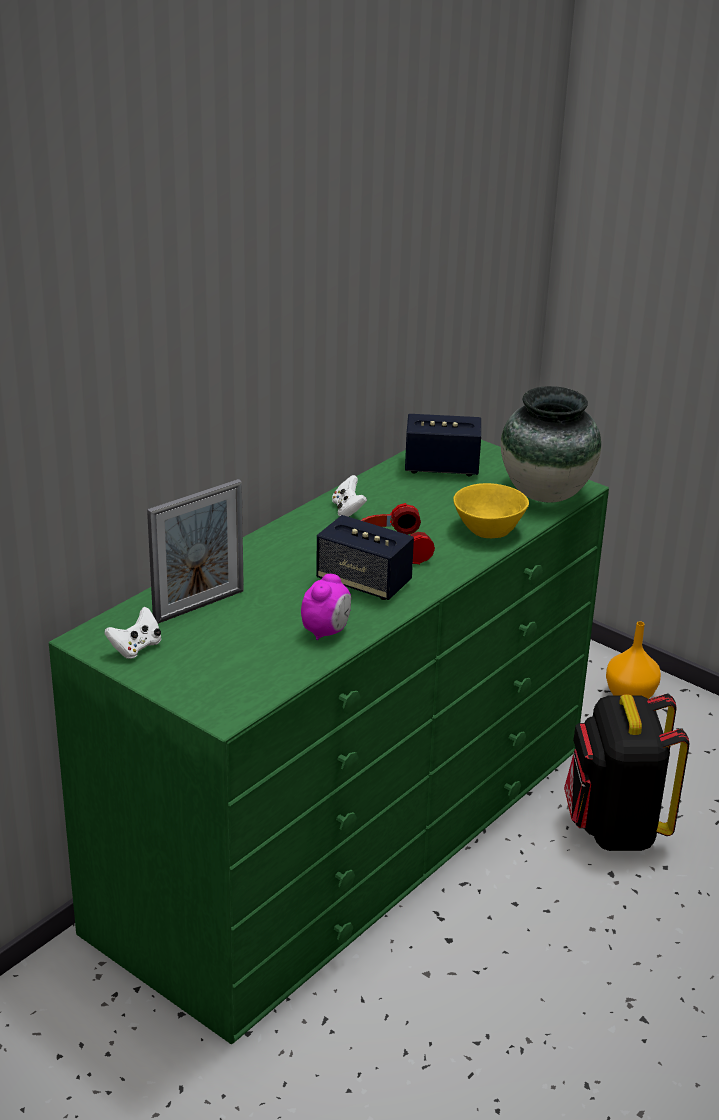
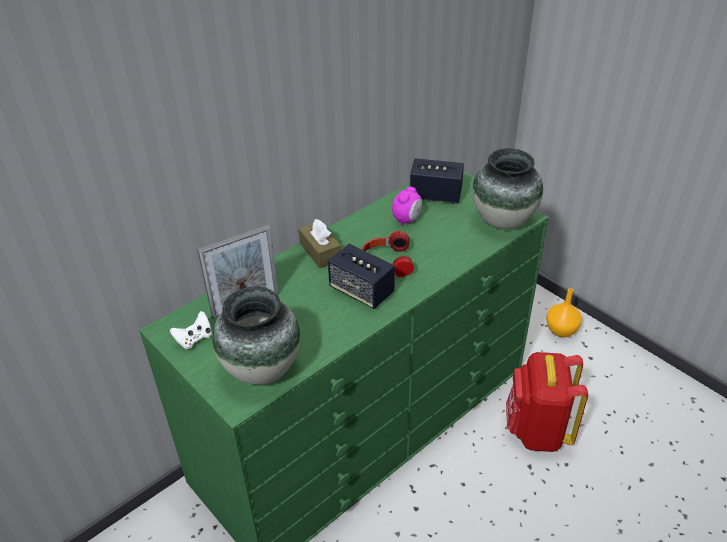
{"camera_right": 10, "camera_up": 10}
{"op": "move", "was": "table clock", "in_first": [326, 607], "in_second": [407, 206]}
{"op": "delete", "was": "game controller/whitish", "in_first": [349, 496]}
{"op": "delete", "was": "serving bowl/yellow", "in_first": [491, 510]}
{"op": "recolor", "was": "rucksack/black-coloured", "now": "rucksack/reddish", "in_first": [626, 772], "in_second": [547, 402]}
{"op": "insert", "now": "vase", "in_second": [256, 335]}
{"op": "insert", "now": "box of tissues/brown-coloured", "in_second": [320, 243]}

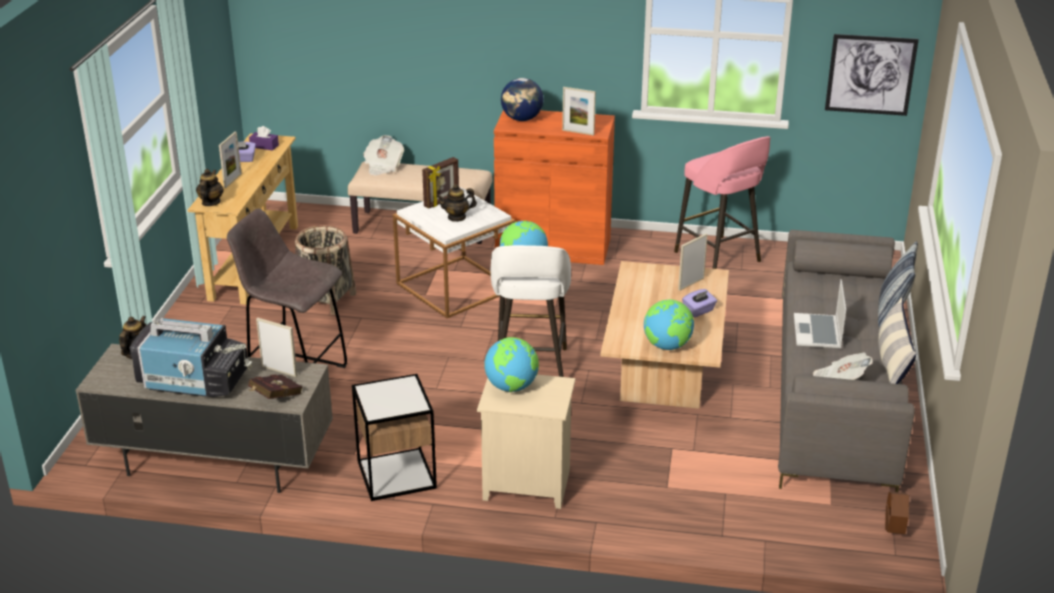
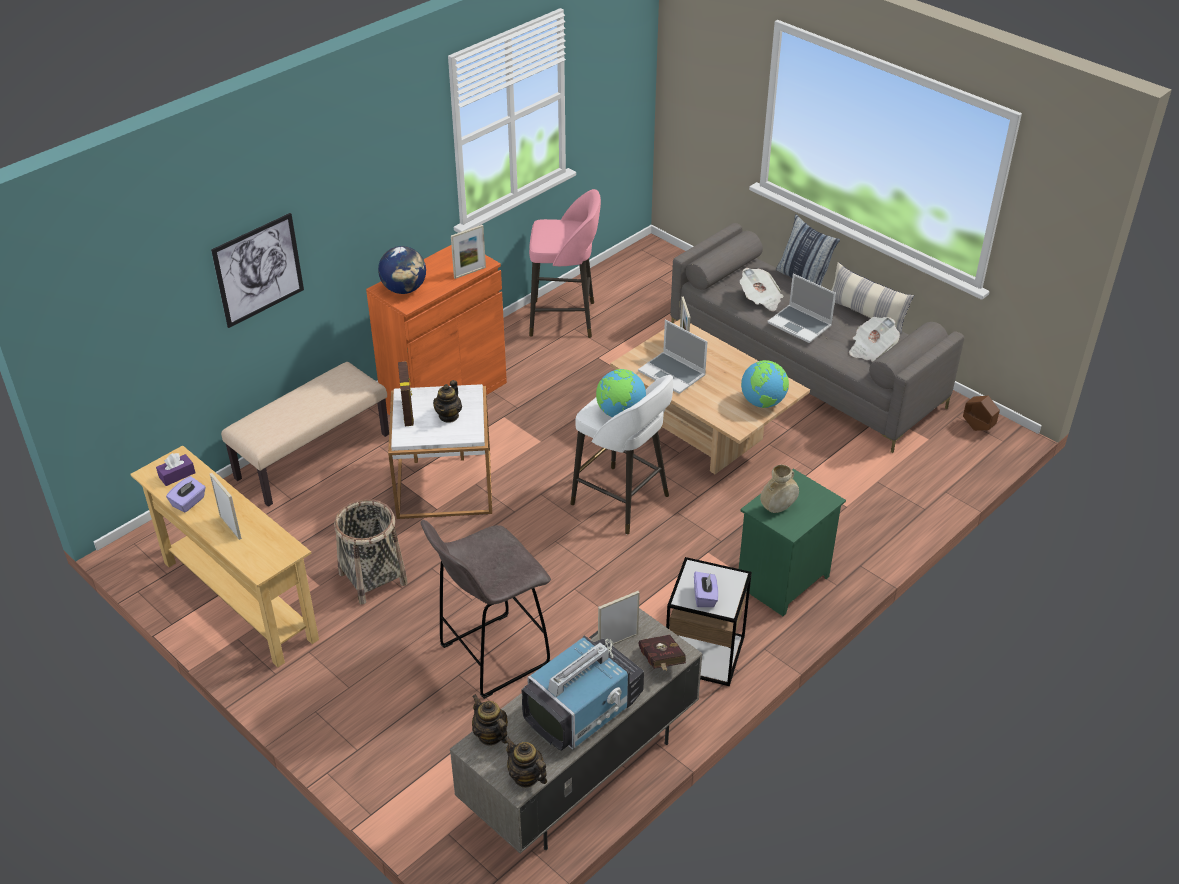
{"camera_right": -55, "camera_up": 10}
{"op": "move", "was": "tea pot", "in_first": [210, 187], "in_second": [526, 762]}
{"op": "move", "was": "newspaper", "in_first": [383, 155], "in_second": [761, 289]}
{"op": "recolor", "was": "bedside table/beige-coloured", "now": "bedside table/green-coloured", "in_first": [526, 442], "in_second": [792, 542]}
{"op": "replace", "was": "globe", "now": "vase/beige-coloured", "in_first": [511, 364], "in_second": [779, 489]}
{"op": "move", "was": "box of tissues/purplish", "in_first": [699, 303], "in_second": [706, 589]}
{"op": "move", "was": "wall picture", "in_first": [872, 75], "in_second": [257, 270]}
{"op": "insert", "now": "notebook computer", "in_second": [673, 357]}

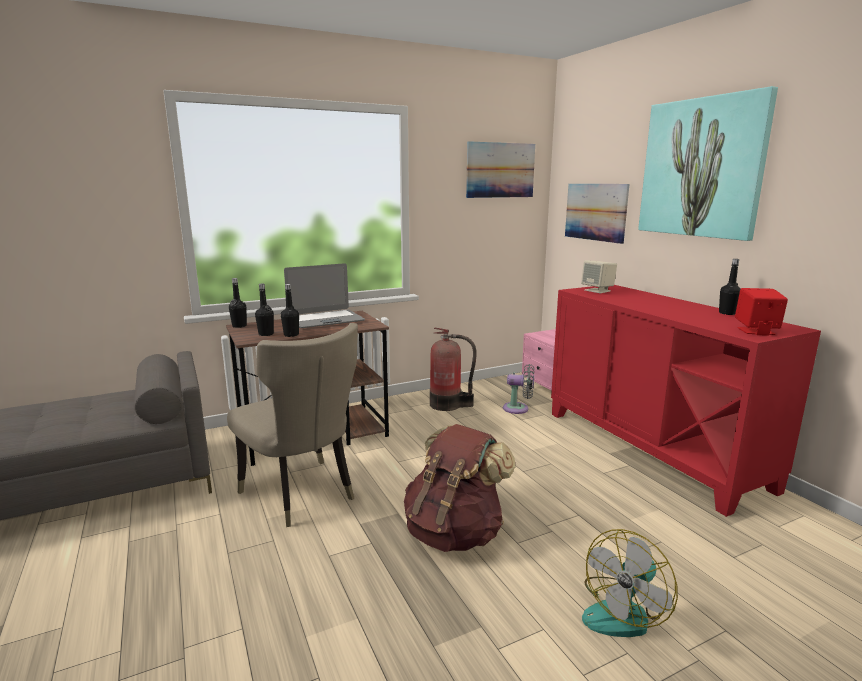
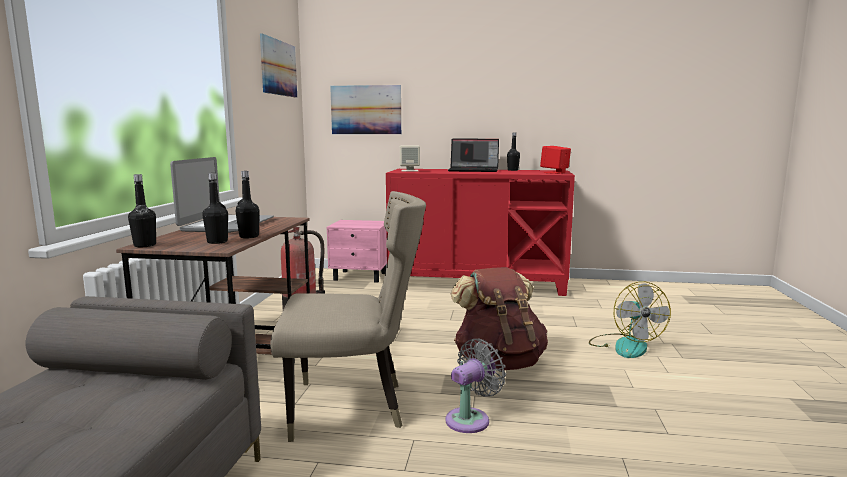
{"camera_right": -55, "camera_up": -5}
{"op": "move", "was": "fan/grey", "in_first": [518, 389], "in_second": [475, 385]}
{"op": "delete", "was": "wall picture", "in_first": [708, 163]}
{"op": "insert", "now": "notebook computer", "in_second": [473, 155]}

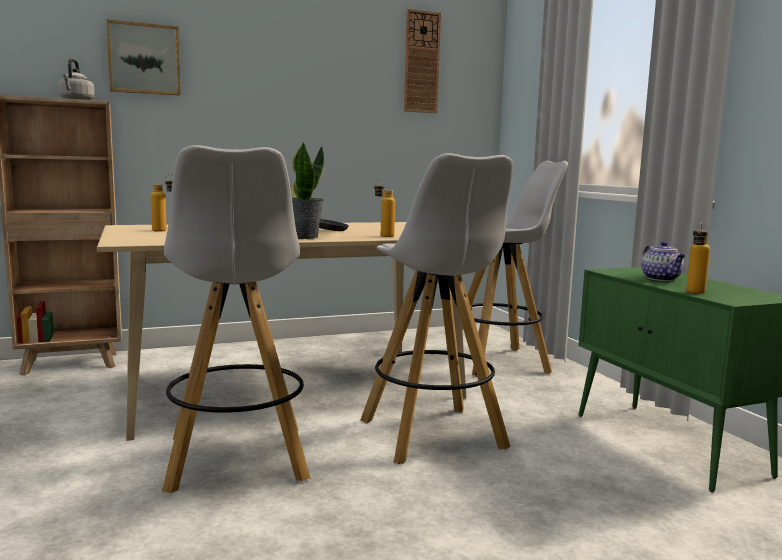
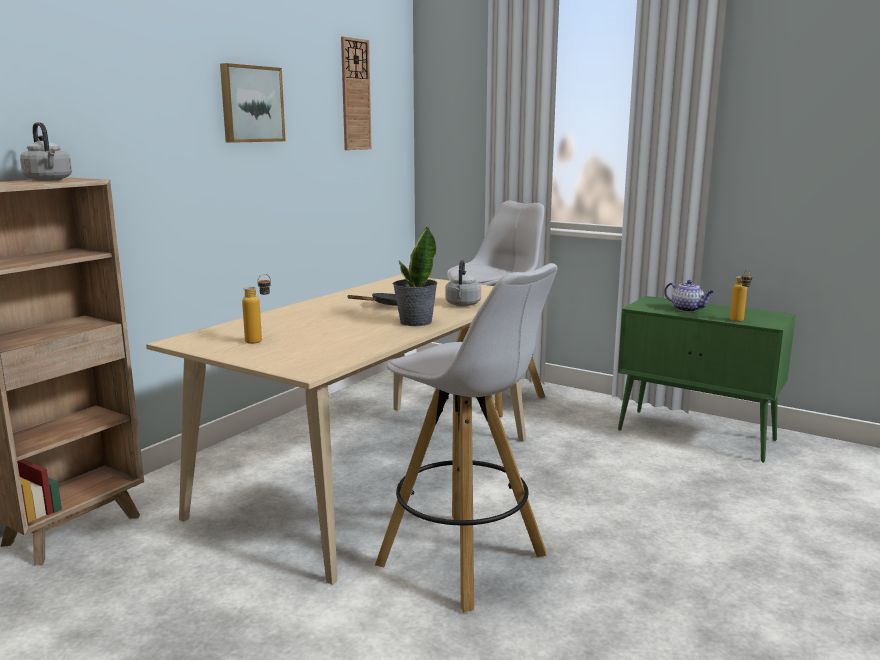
{"camera_right": -35, "camera_up": 5}
{"op": "move", "was": "wall picture", "in_first": [143, 58], "in_second": [253, 103]}
{"op": "delete", "was": "stool/whitish", "in_first": [437, 308]}
{"op": "replace", "was": "drink bottle", "now": "tea kettle/grey", "in_first": [384, 208], "in_second": [463, 283]}

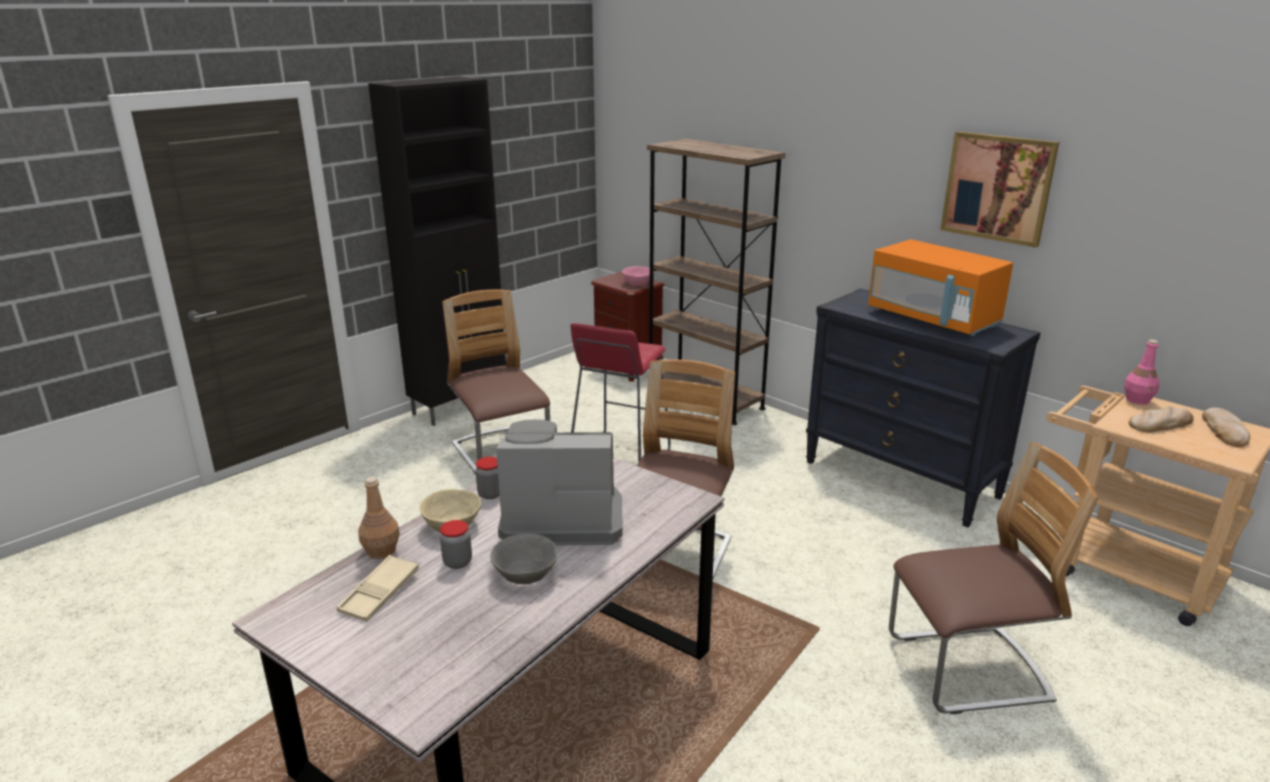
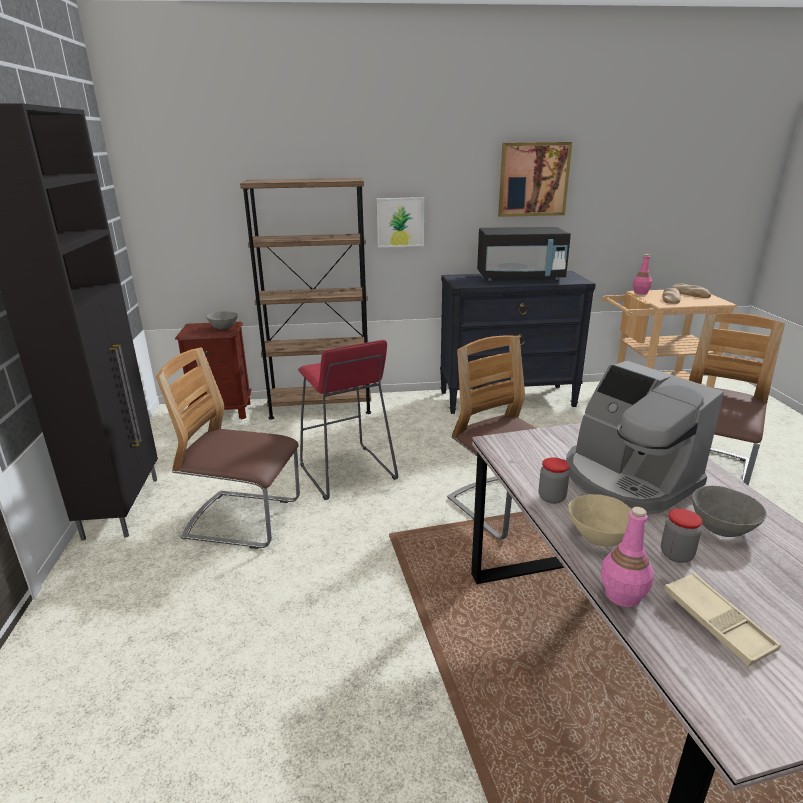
{"camera_right": -50, "camera_up": 0}
{"op": "recolor", "was": "drink bottle/brown-coloured", "now": "drink bottle/pink-coloured", "in_first": [379, 518], "in_second": [627, 557]}
{"op": "rotate", "was": "coffee maker", "in_first": [559, 482], "in_second": [645, 438], "clockwise": -75}
{"op": "recolor", "was": "serving bowl/pink-coloured", "now": "serving bowl/grey", "in_first": [638, 276], "in_second": [222, 320]}
{"op": "recolor", "was": "microwave/orangey", "now": "microwave/black-coloured", "in_first": [940, 287], "in_second": [524, 254]}
{"op": "insert", "now": "wall picture", "in_second": [400, 222]}

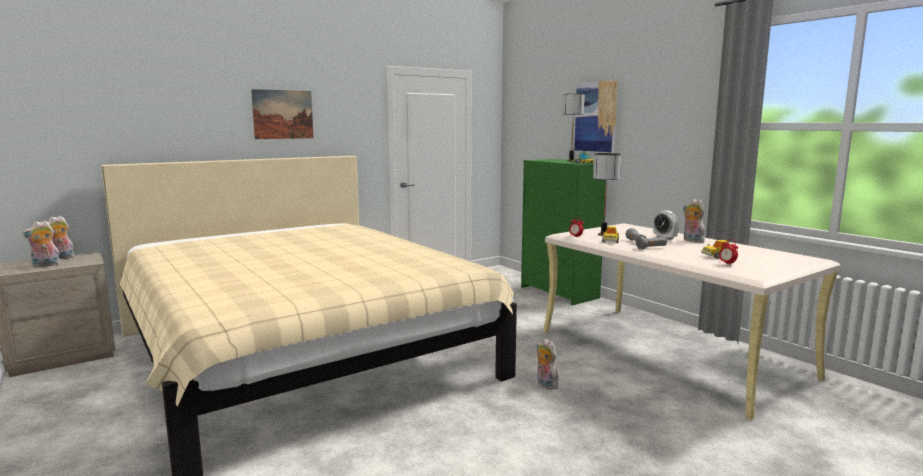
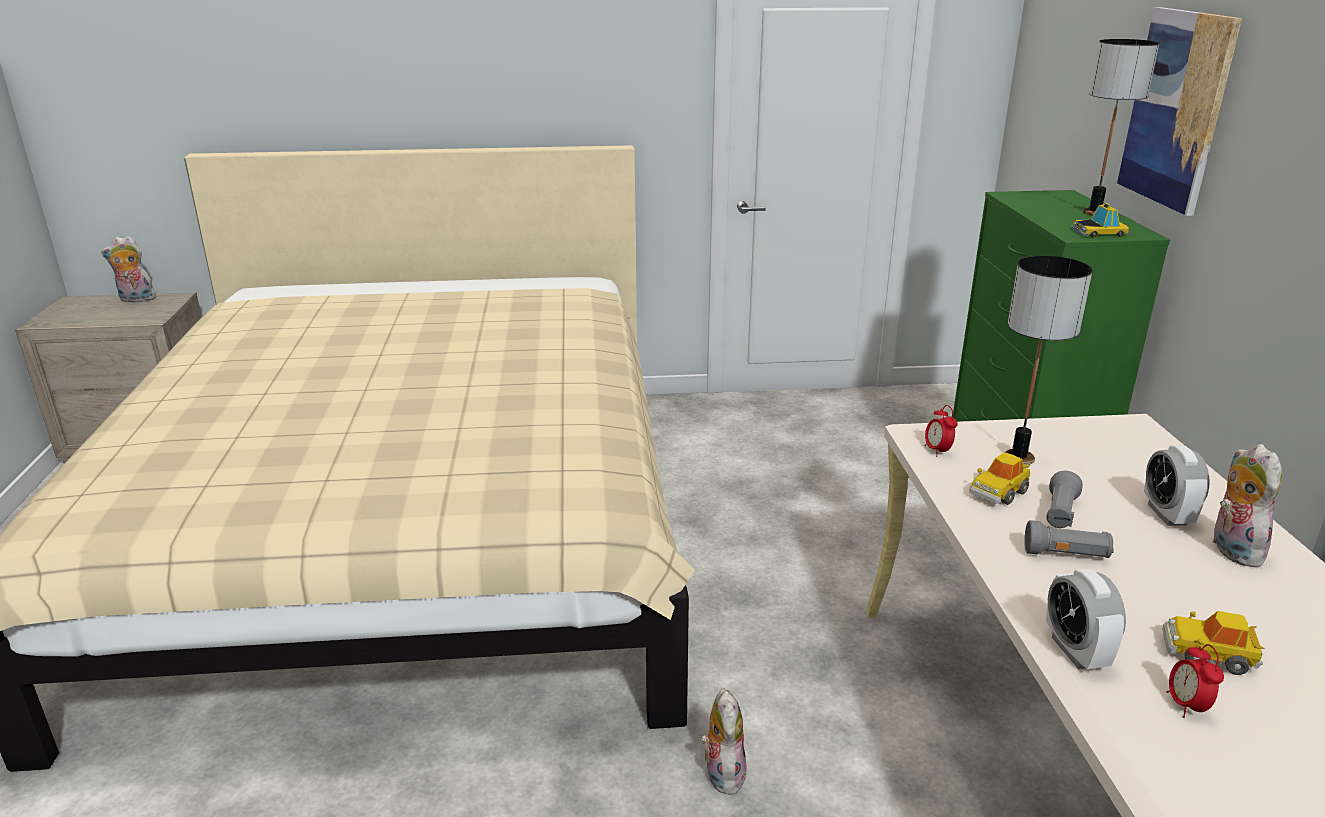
{"camera_right": 30, "camera_up": 15}
{"op": "delete", "was": "soft toy", "in_first": [41, 244]}
{"op": "delete", "was": "wall picture", "in_first": [282, 114]}
{"op": "insert", "now": "table clock", "in_second": [1086, 618]}

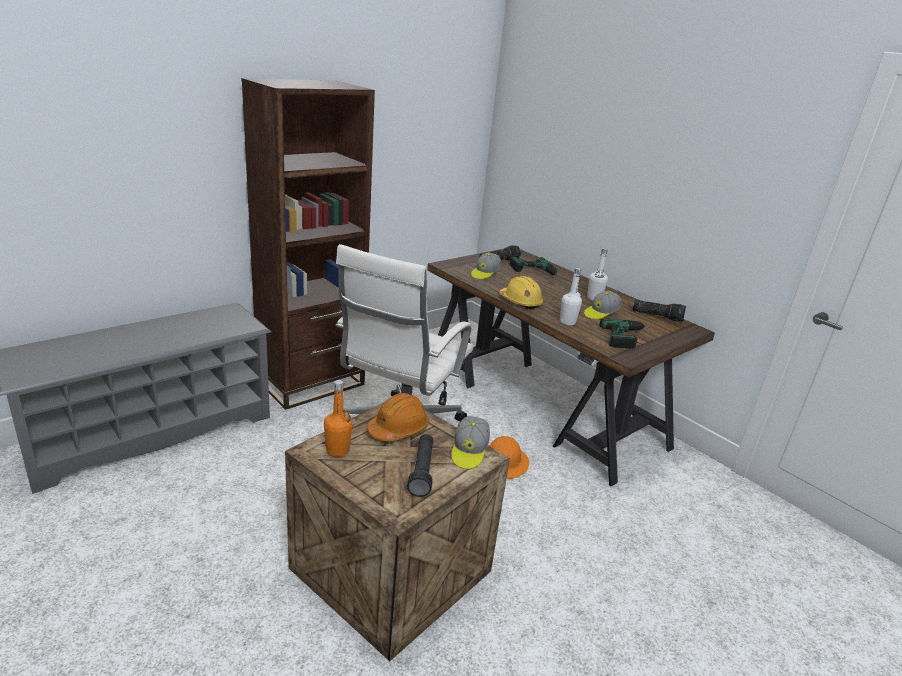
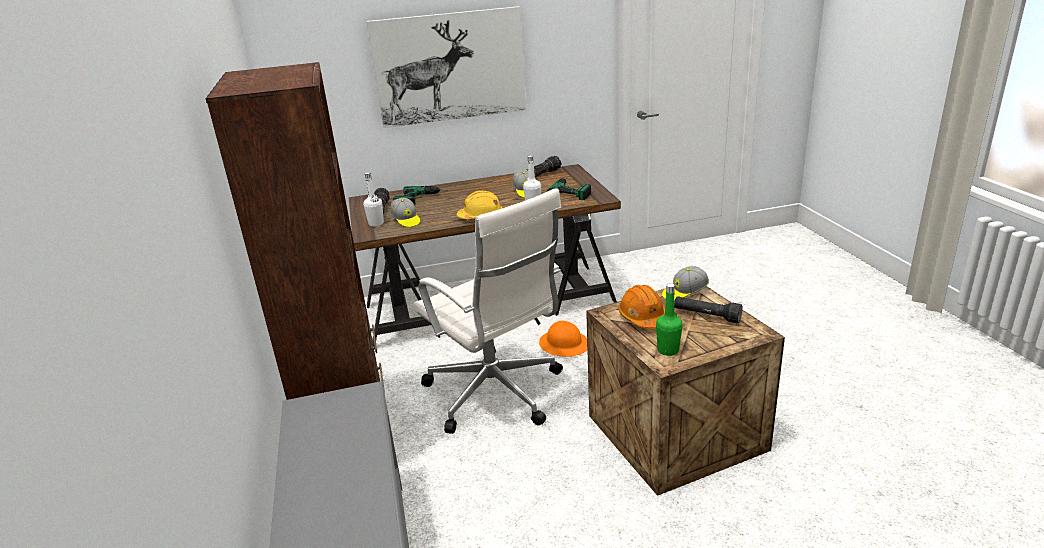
{"camera_right": -60, "camera_up": 0}
{"op": "recolor", "was": "drink bottle/orangey", "now": "drink bottle/green-coloured", "in_first": [338, 418], "in_second": [669, 319]}
{"op": "rotate", "was": "baseball cap", "in_first": [470, 442], "in_second": [685, 283], "clockwise": 120}
{"op": "move", "was": "drink bottle/whitish", "in_first": [597, 274], "in_second": [373, 199]}
{"op": "insert", "now": "wall picture", "in_second": [446, 67]}

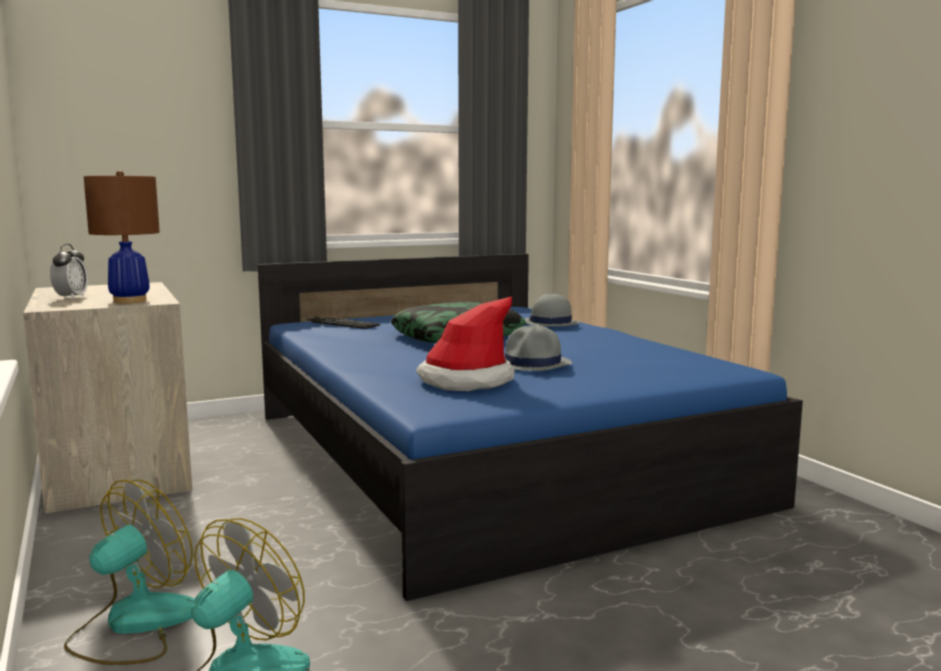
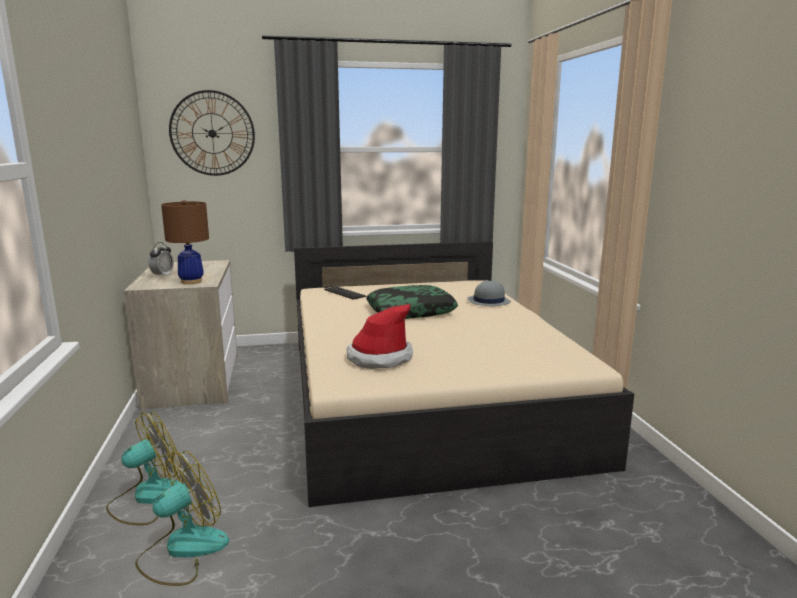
{"camera_right": 15, "camera_up": 5}
{"op": "recolor", "was": "bedroom bed/blue", "now": "bedroom bed/beige-coloured", "in_first": [530, 427], "in_second": [464, 374]}
{"op": "delete", "was": "wearable hat/grey", "in_first": [538, 348]}
{"op": "insert", "now": "wall clock", "in_second": [212, 133]}

